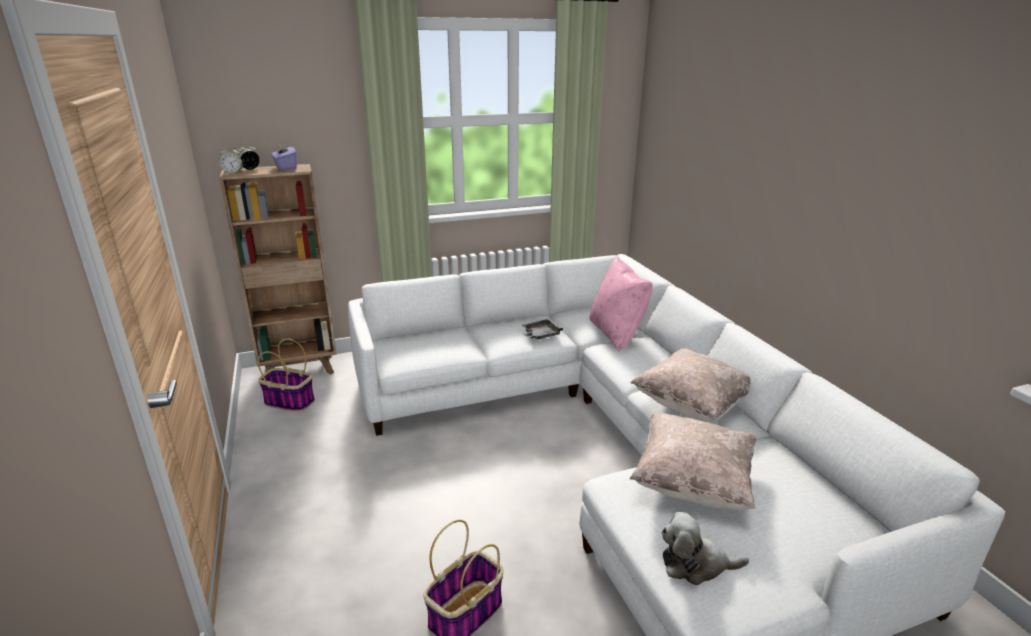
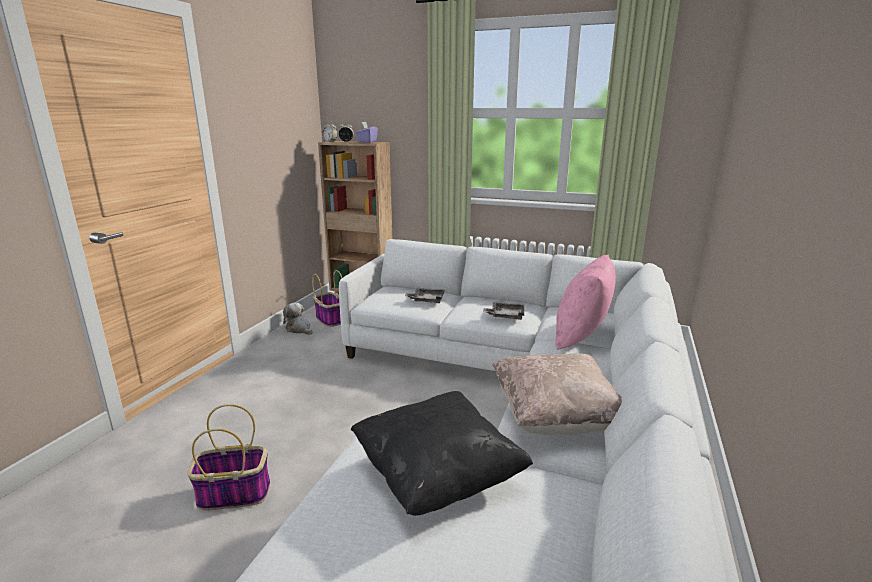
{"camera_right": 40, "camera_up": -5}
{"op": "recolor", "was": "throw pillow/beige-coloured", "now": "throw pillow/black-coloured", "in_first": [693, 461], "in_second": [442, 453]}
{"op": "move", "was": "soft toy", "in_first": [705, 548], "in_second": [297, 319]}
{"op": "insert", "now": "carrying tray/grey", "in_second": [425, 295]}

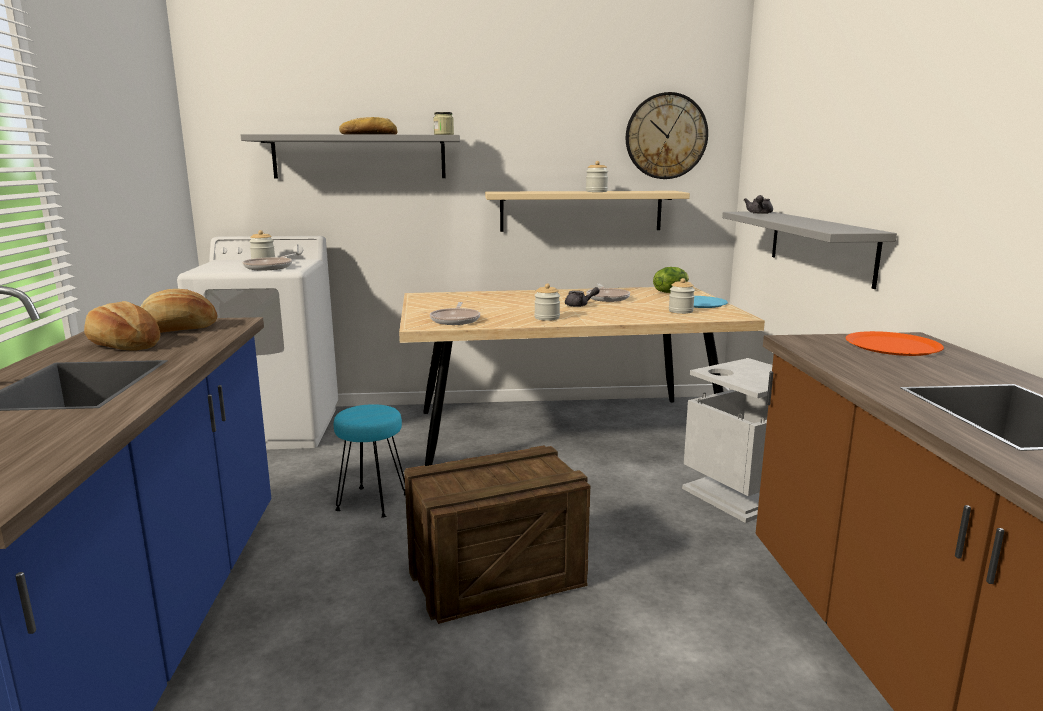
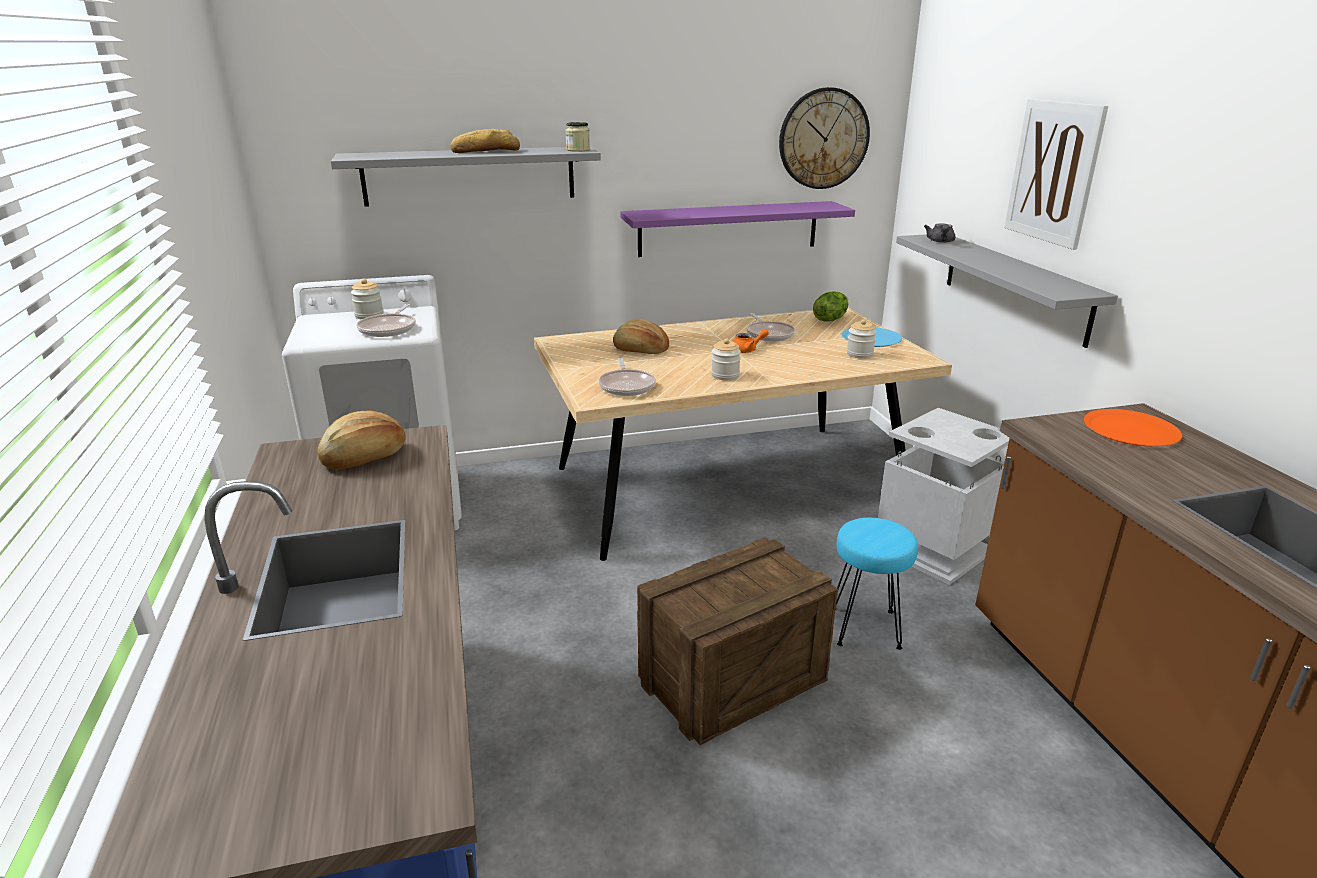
{"camera_right": -10, "camera_up": 10}
{"op": "move", "was": "bakery bread", "in_first": [122, 326], "in_second": [641, 336]}
{"op": "move", "was": "stool/turquoise", "in_first": [369, 461], "in_second": [876, 584]}
{"op": "recolor", "was": "bracket shelf/beige-coloured", "now": "bracket shelf/purplish", "in_first": [587, 211], "in_second": [737, 229]}
{"op": "recolor", "was": "tea pot/grey", "now": "tea pot/orangey", "in_first": [582, 297], "in_second": [751, 341]}
{"op": "delete", "was": "storage jar", "in_first": [597, 176]}
{"op": "insert", "now": "wall picture", "in_second": [1056, 174]}

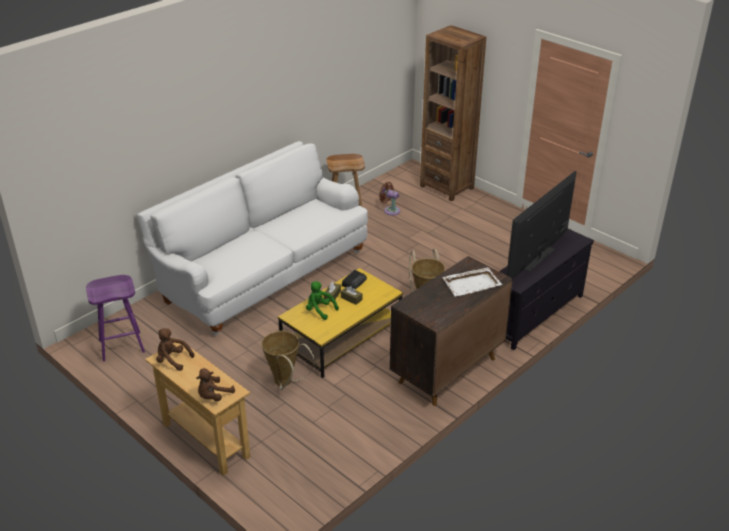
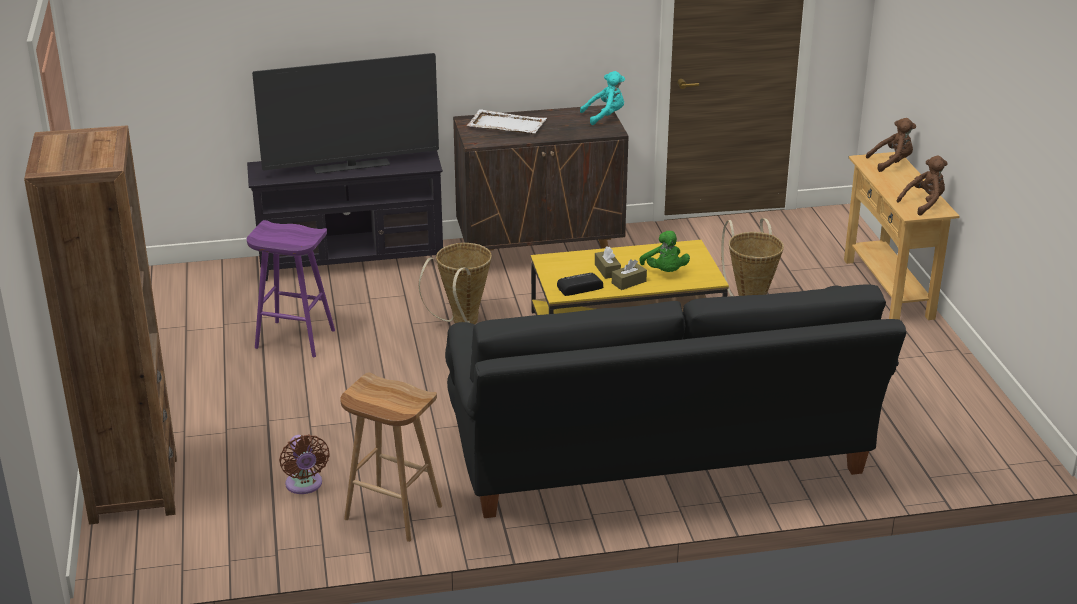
{"camera_right": -145, "camera_up": -5}
{"op": "move", "was": "stool/purplish", "in_first": [115, 318], "in_second": [291, 288]}
{"op": "recolor", "was": "settee/whitish", "now": "settee/black-coloured", "in_first": [252, 238], "in_second": [675, 401]}
{"op": "rotate", "was": "soft toy/brown-coloured", "in_first": [175, 349], "in_second": [922, 186], "clockwise": -90}
{"op": "insert", "now": "soft toy/turquoise", "in_second": [602, 98]}

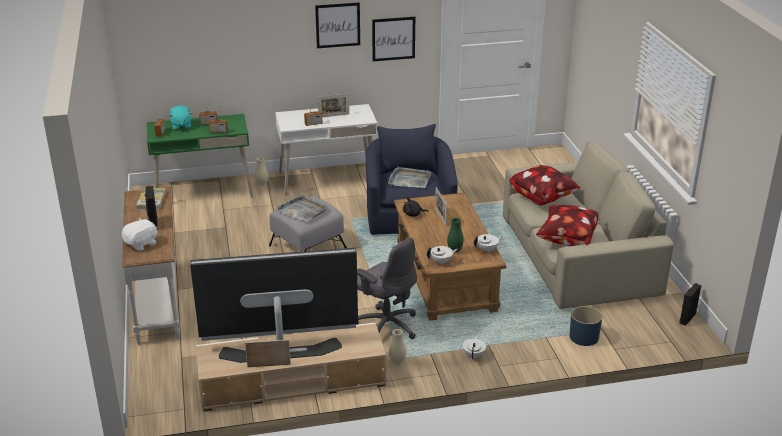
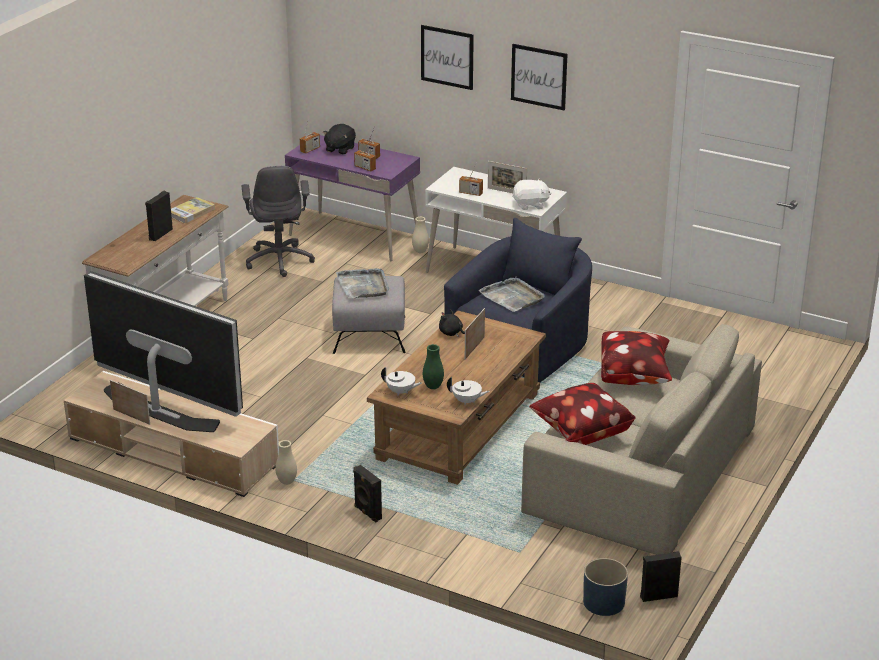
{"camera_right": 40, "camera_up": 0}
{"op": "move", "was": "soft toy/whitish", "in_first": [139, 234], "in_second": [532, 194]}
{"op": "recolor", "was": "desk unit/green-coloured", "now": "desk unit/purplish", "in_first": [200, 155], "in_second": [352, 198]}
{"op": "recolor", "was": "soft toy/turquoise", "now": "soft toy/black-coloured", "in_first": [180, 117], "in_second": [339, 139]}
{"op": "move", "was": "computer chair/grey", "in_first": [386, 288], "in_second": [278, 221]}
{"op": "move", "was": "wall picture", "in_first": [393, 39], "in_second": [447, 57]}
{"op": "replace", "was": "tea pot/whitish", "now": "loudspeaker/black-coloured", "in_first": [474, 347], "in_second": [367, 493]}
{"op": "move", "was": "flower pot/blue", "in_first": [585, 326], "in_second": [605, 587]}

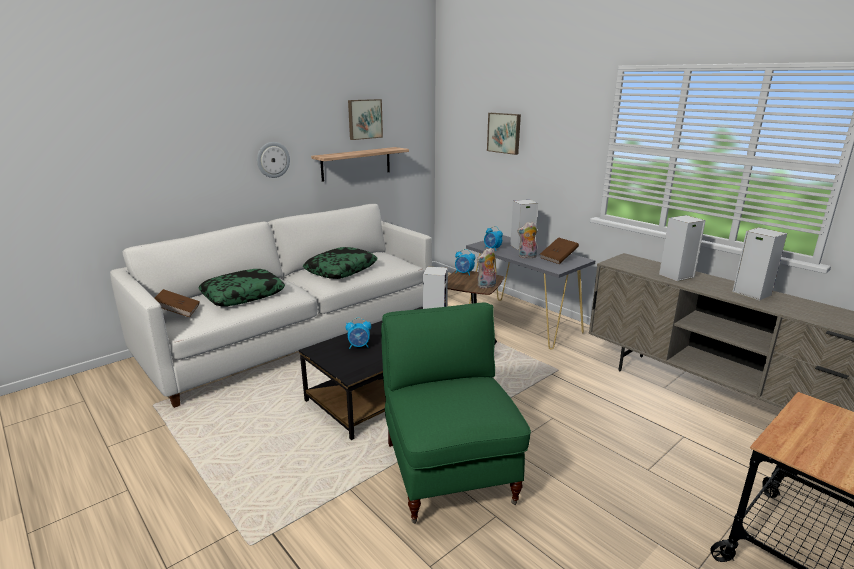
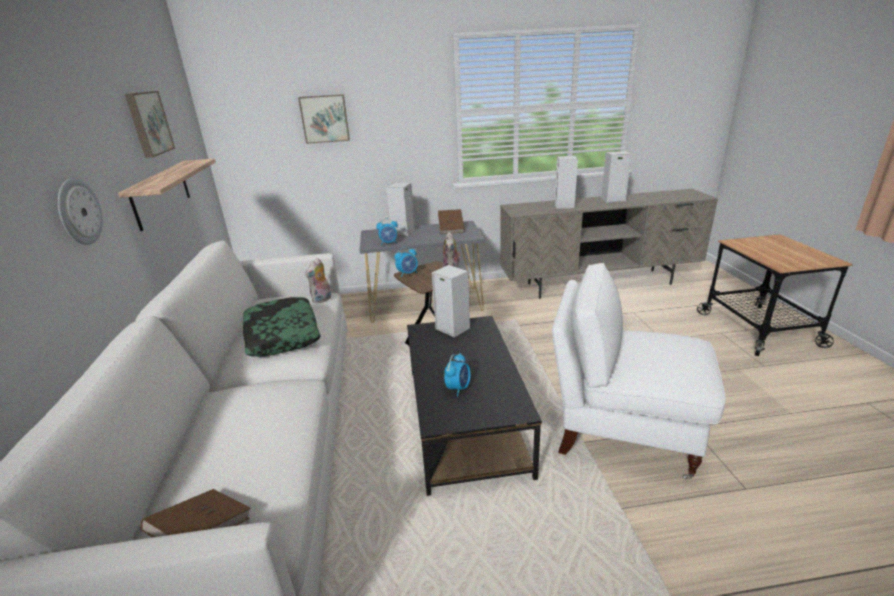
{"camera_right": -55, "camera_up": 5}
{"op": "delete", "was": "throw pillow", "in_first": [242, 288]}
{"op": "recolor", "was": "lounge chair/green-coloured", "now": "lounge chair/whitish", "in_first": [456, 413], "in_second": [639, 371]}
{"op": "move", "was": "soft toy", "in_first": [527, 240], "in_second": [318, 280]}

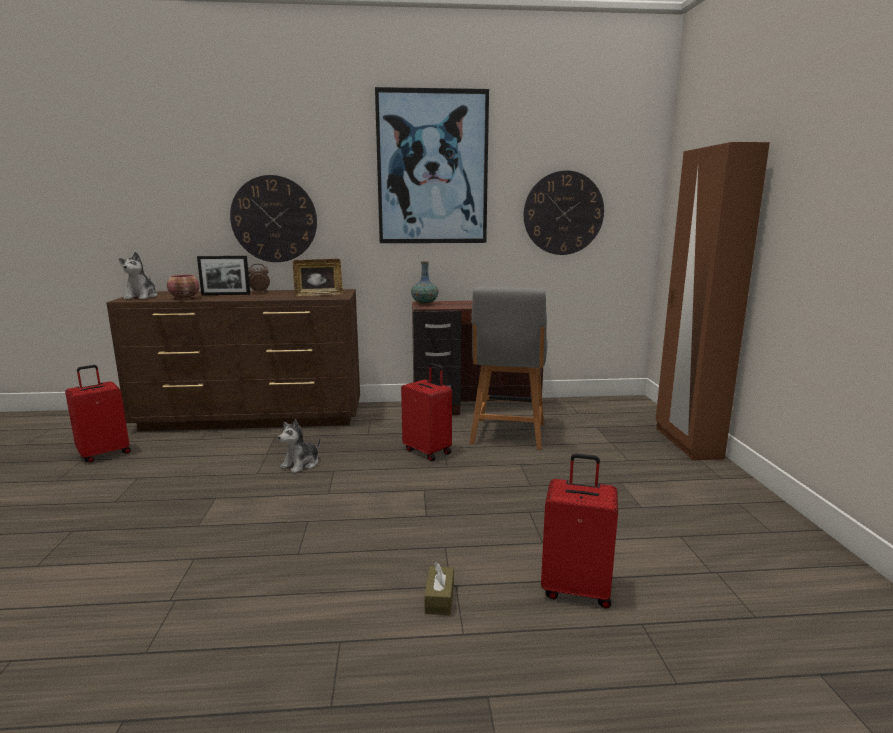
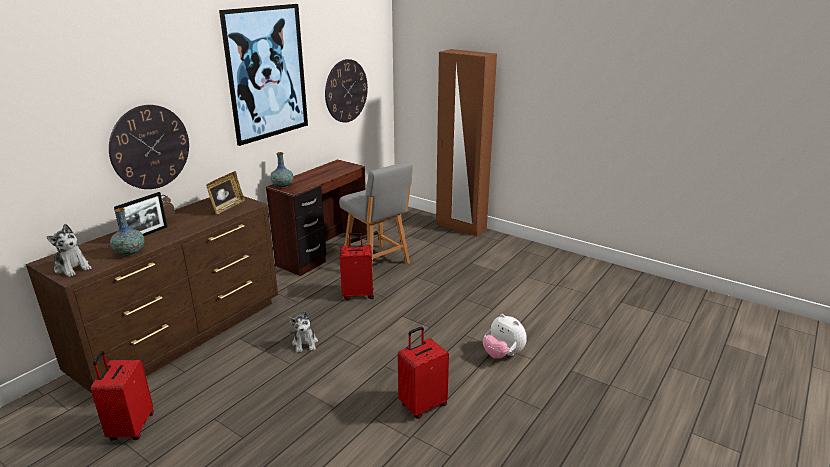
{"camera_right": -50, "camera_up": 10}
{"op": "replace", "was": "serving bowl", "now": "vase", "in_first": [183, 287], "in_second": [127, 232]}
{"op": "replace", "was": "box of tissues/brown-coloured", "now": "soft toy", "in_first": [439, 589], "in_second": [505, 336]}
{"op": "move", "was": "travel case/reddish", "in_first": [579, 531], "in_second": [423, 373]}

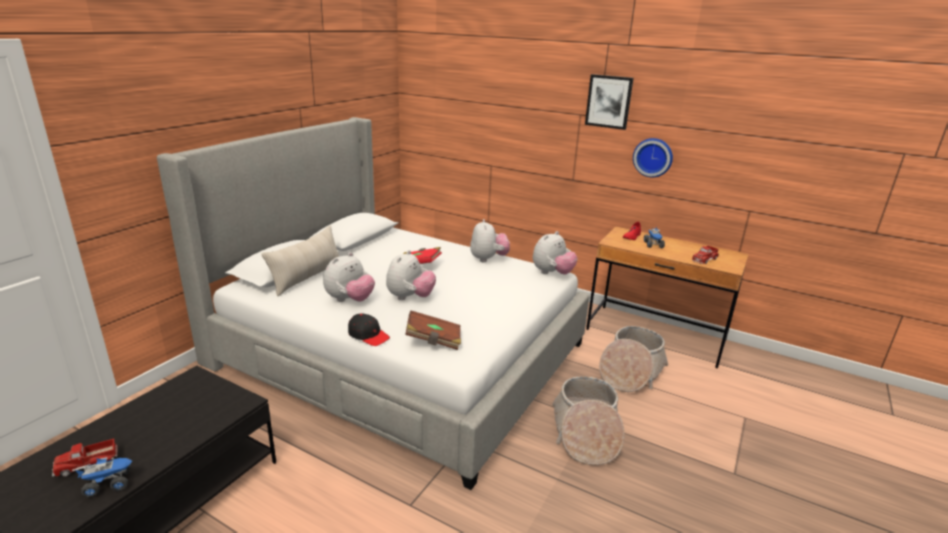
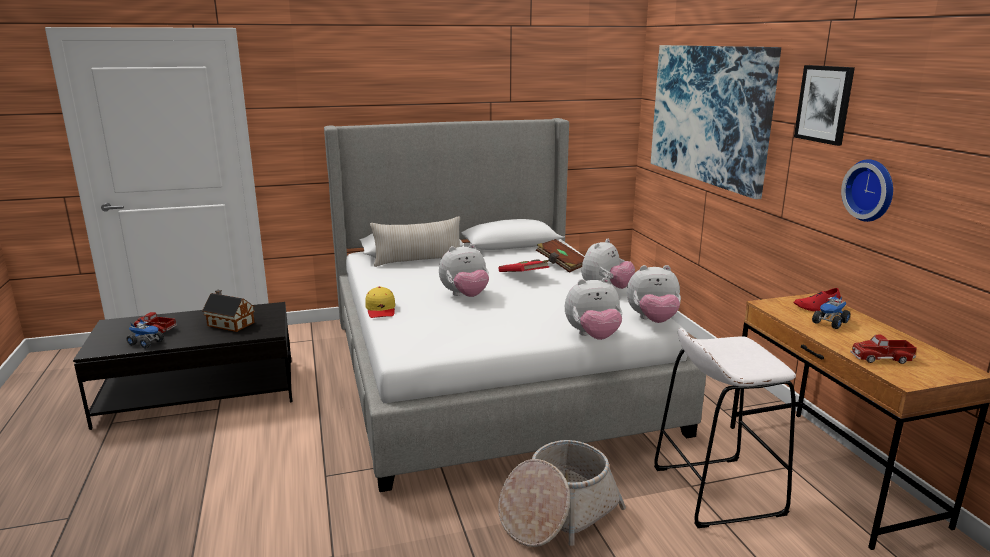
{"camera_right": 45, "camera_up": -5}
{"op": "move", "was": "soft toy", "in_first": [349, 277], "in_second": [593, 309]}
{"op": "recolor", "was": "baseball cap/black-coloured", "now": "baseball cap/yellow", "in_first": [369, 329], "in_second": [380, 302]}
{"op": "move", "was": "bound book/brown-coloured", "in_first": [433, 330], "in_second": [560, 256]}
{"op": "replace", "was": "storage basket", "now": "stool/whitish", "in_first": [633, 359], "in_second": [725, 428]}
{"op": "insert", "now": "miniature house", "in_second": [228, 311]}
{"op": "insert", "now": "wall picture", "in_second": [716, 122]}

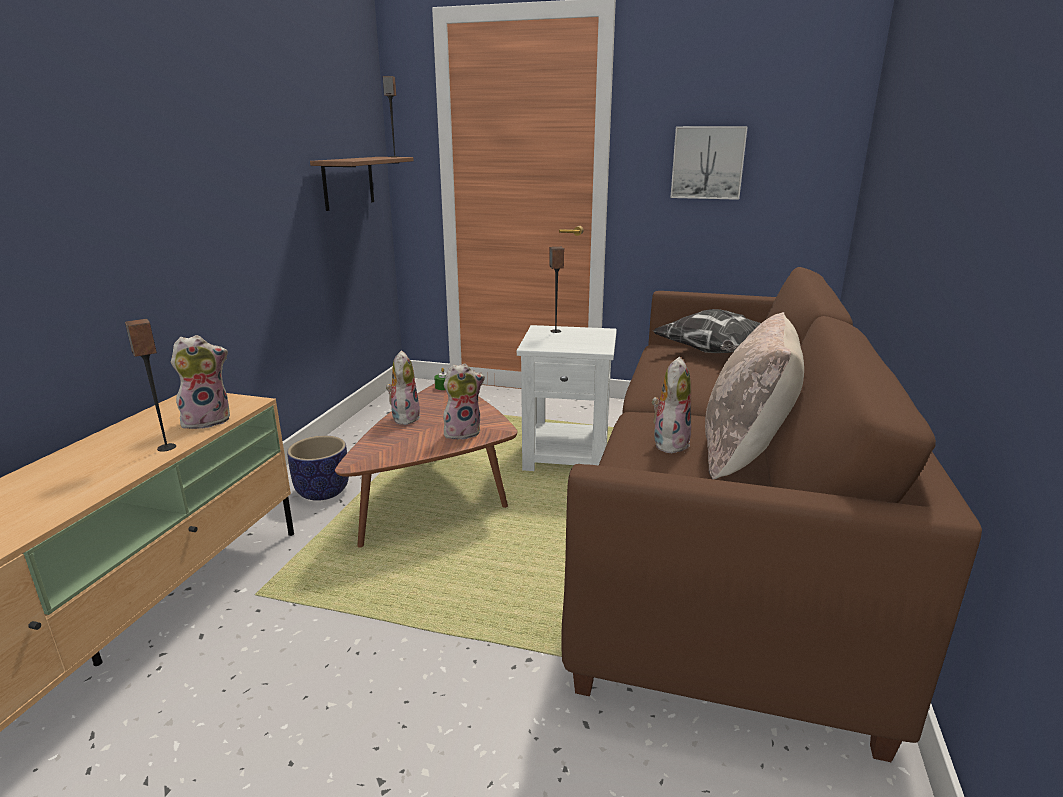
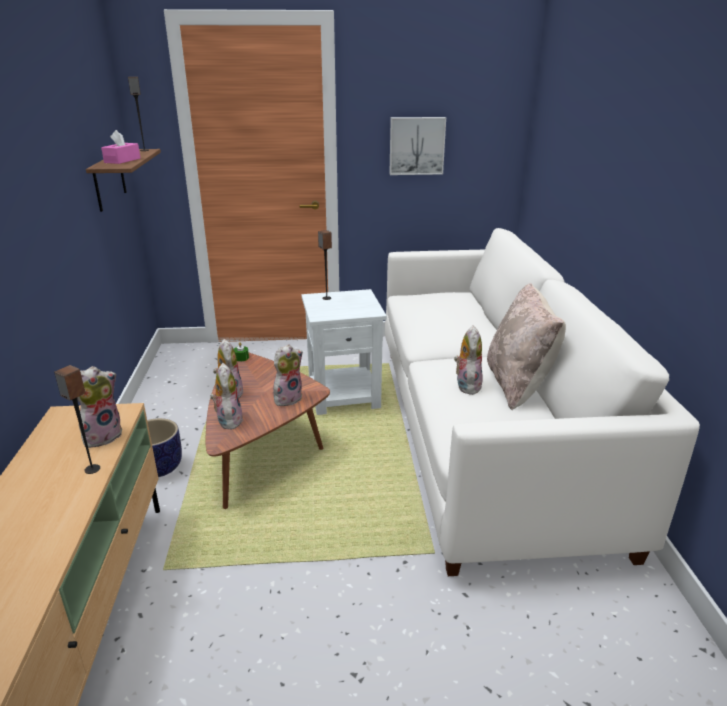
{"camera_right": -20, "camera_up": 5}
{"op": "recolor", "was": "settee/brown-coloured", "now": "settee/whitish", "in_first": [771, 514], "in_second": [542, 402]}
{"op": "delete", "was": "throw pillow", "in_first": [707, 331]}
{"op": "insert", "now": "box of tissues/pink-coloured", "in_second": [120, 147]}
{"op": "insert", "now": "soft toy", "in_second": [226, 396]}

